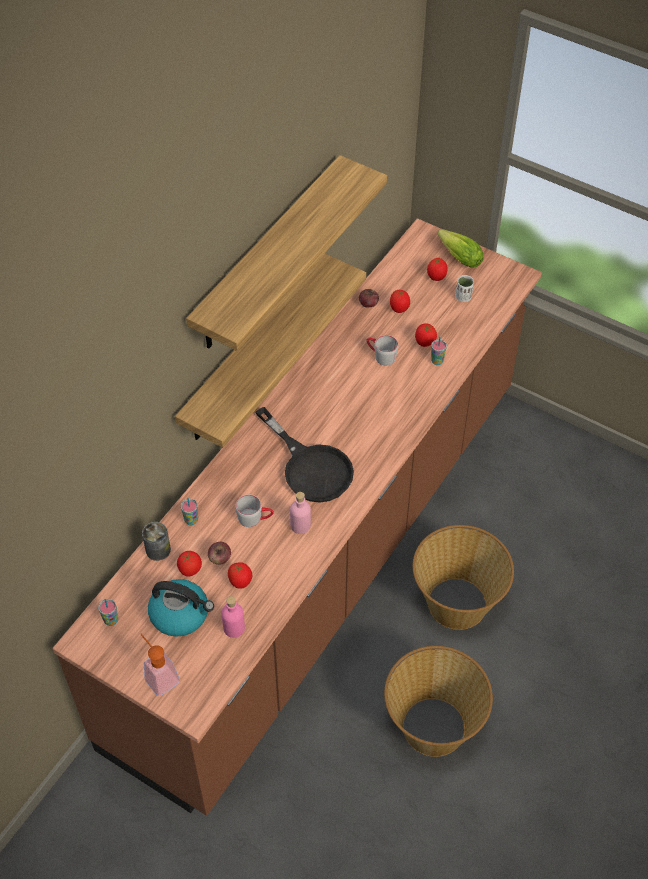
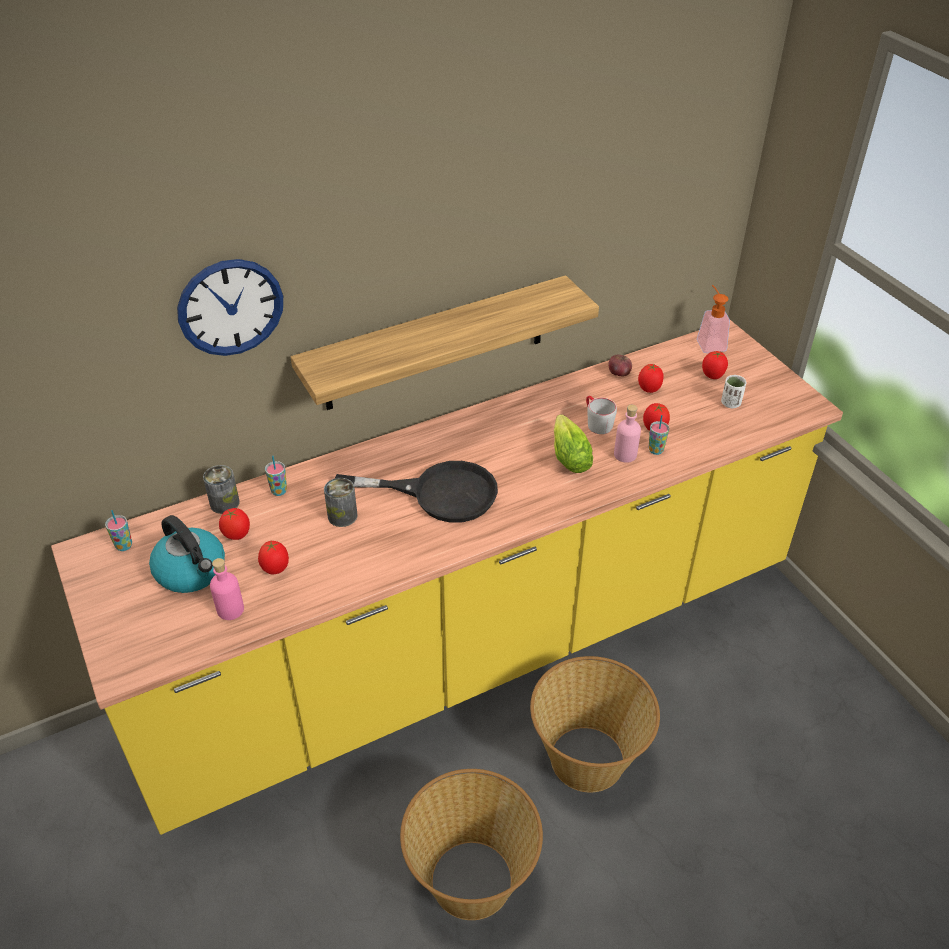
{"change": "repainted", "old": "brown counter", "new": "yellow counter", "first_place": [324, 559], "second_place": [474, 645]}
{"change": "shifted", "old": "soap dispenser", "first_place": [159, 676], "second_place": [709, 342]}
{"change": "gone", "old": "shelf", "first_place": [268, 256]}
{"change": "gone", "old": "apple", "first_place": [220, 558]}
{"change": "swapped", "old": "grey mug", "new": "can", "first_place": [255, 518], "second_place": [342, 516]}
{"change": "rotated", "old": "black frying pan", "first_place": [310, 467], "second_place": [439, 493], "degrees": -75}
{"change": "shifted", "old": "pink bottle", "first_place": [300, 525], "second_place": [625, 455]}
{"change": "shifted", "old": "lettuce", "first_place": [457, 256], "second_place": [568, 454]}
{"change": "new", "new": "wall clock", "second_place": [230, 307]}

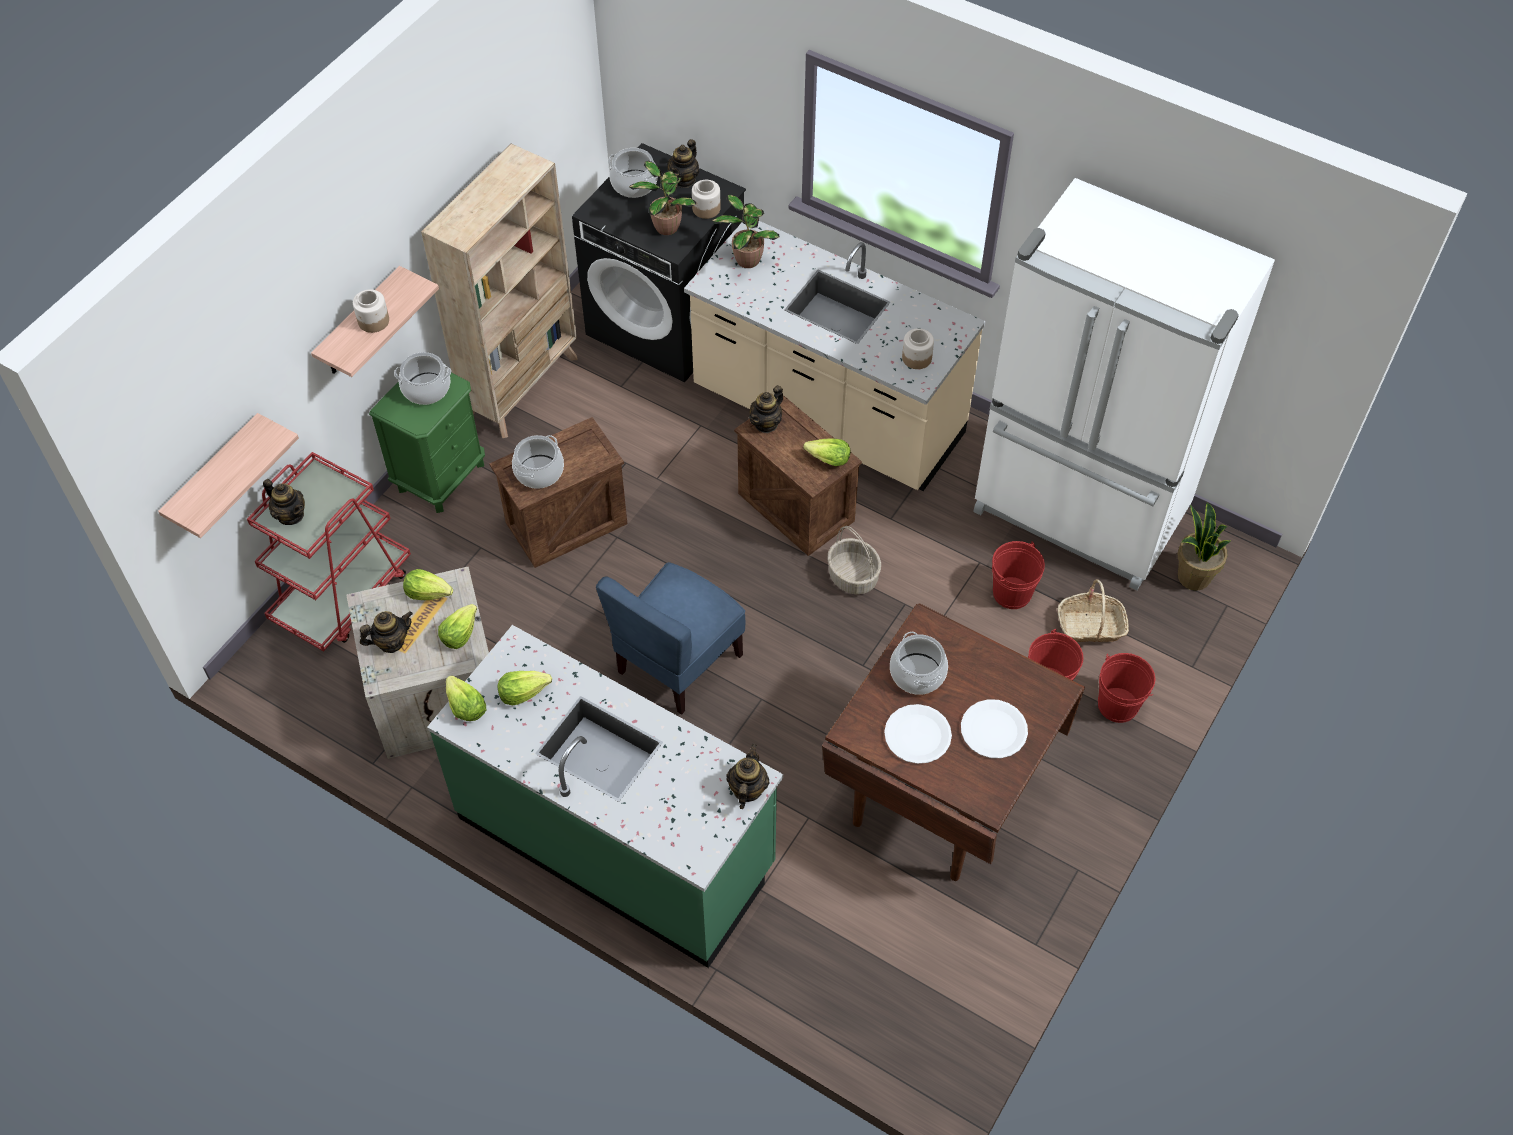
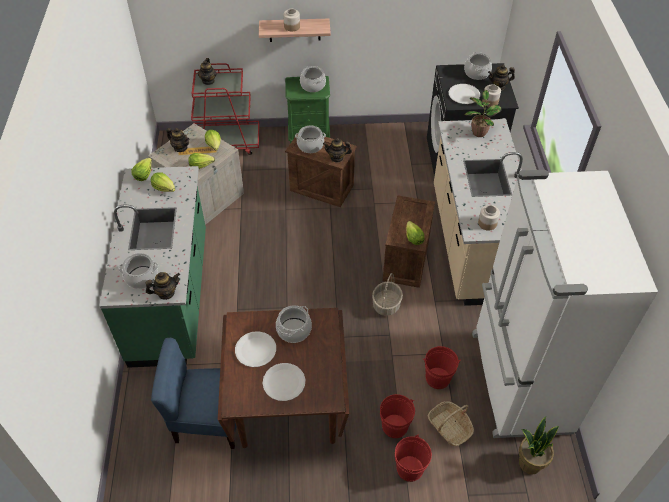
{"change": "gone", "old": "shelf", "first_place": [215, 476]}
{"change": "gone", "old": "beige bookcase", "first_place": [522, 386]}
{"change": "shifted", "old": "blue chair", "first_place": [678, 663], "second_place": [208, 420]}
{"change": "swapped", "old": "potted plant", "new": "white plate", "first_place": [665, 226], "second_place": [464, 95]}
{"change": "shifted", "old": "teapot", "first_place": [766, 423], "second_place": [337, 158]}
{"change": "new", "new": "cooking pot", "second_place": [142, 277]}

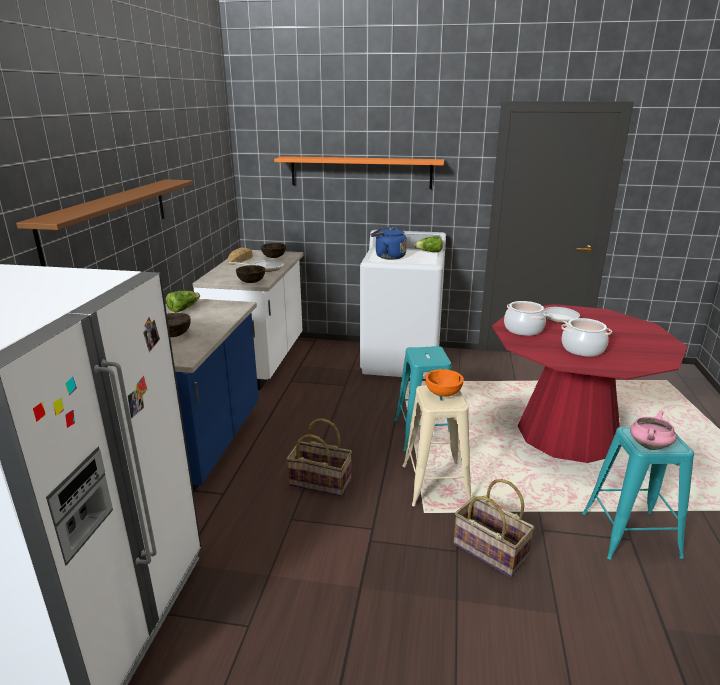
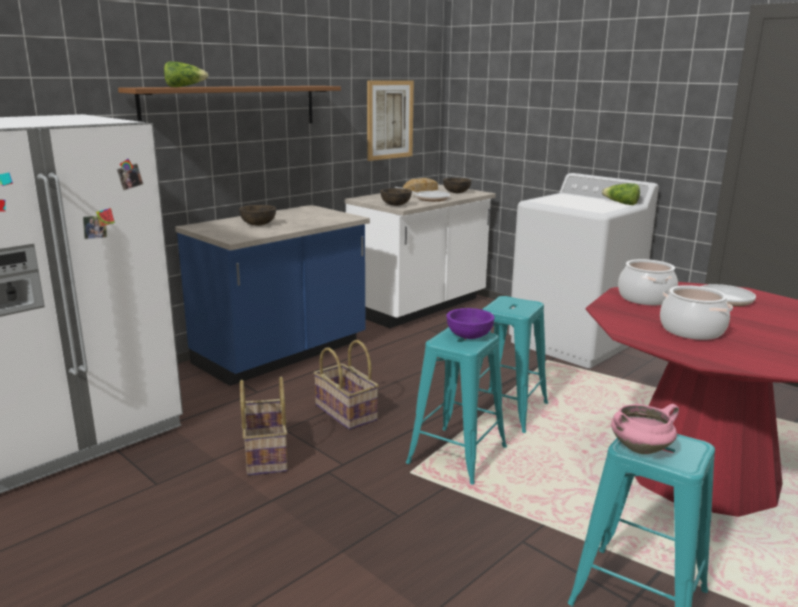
{"change": "shifted", "old": "lettuce", "first_place": [183, 309], "second_place": [184, 87]}
{"change": "gone", "old": "orange shelf", "first_place": [360, 172]}
{"change": "gone", "old": "blue kettle", "first_place": [388, 256]}
{"change": "repainted", "old": "beige stool", "new": "turquoise stool", "first_place": [436, 484], "second_place": [457, 455]}
{"change": "repainted", "old": "orange bowl", "new": "purple bowl", "first_place": [443, 393], "second_place": [469, 336]}
{"change": "shifted", "old": "basket", "first_place": [489, 551], "second_place": [265, 454]}
{"change": "new", "new": "picture", "second_place": [389, 120]}

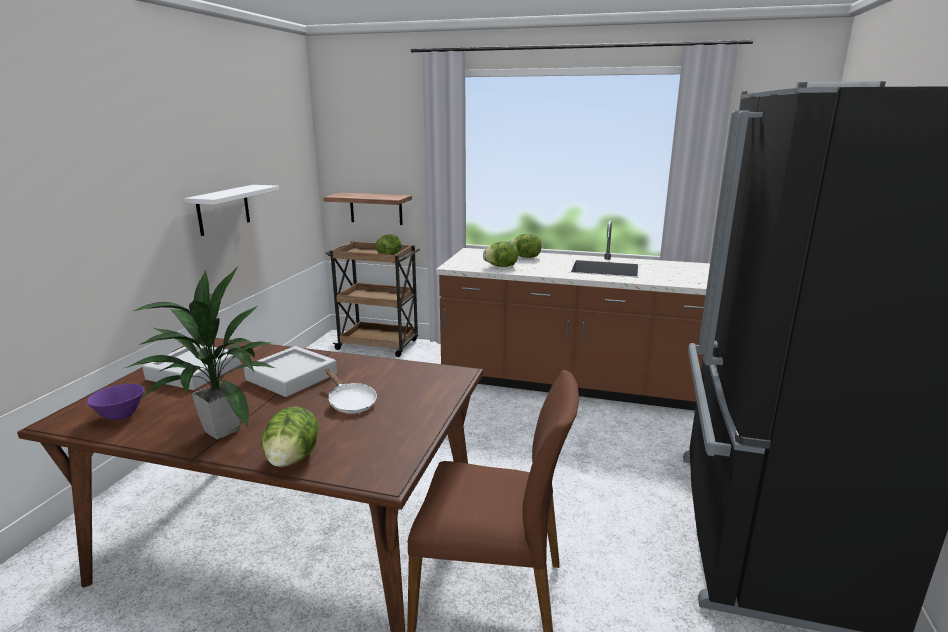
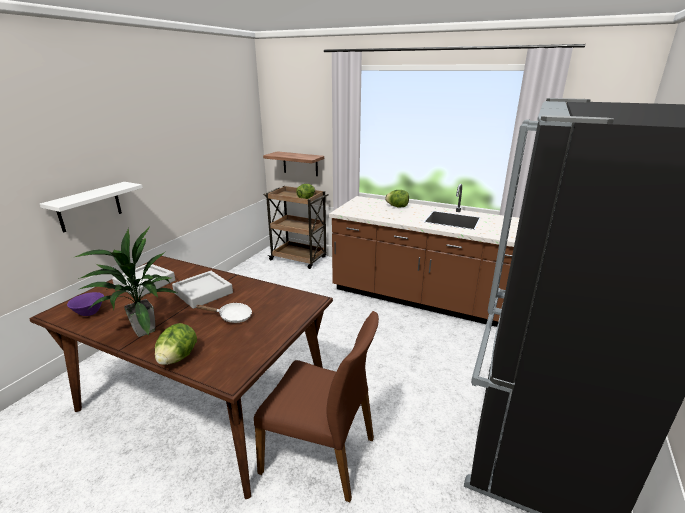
{"change": "shifted", "old": "white shelf", "first_place": [223, 209], "second_place": [89, 207]}
{"change": "rotated", "old": "white frying pan", "first_place": [350, 402], "second_place": [232, 317], "degrees": -60}
{"change": "gone", "old": "lettuce", "first_place": [501, 266]}

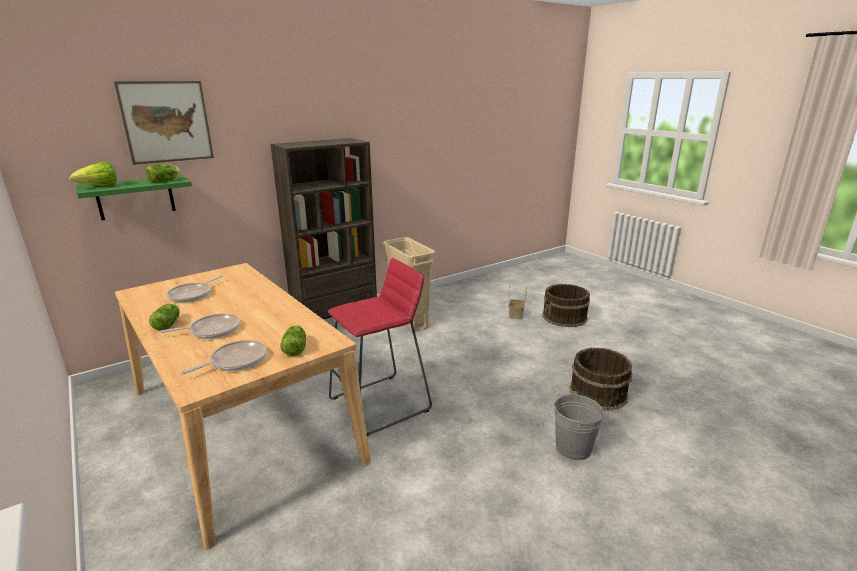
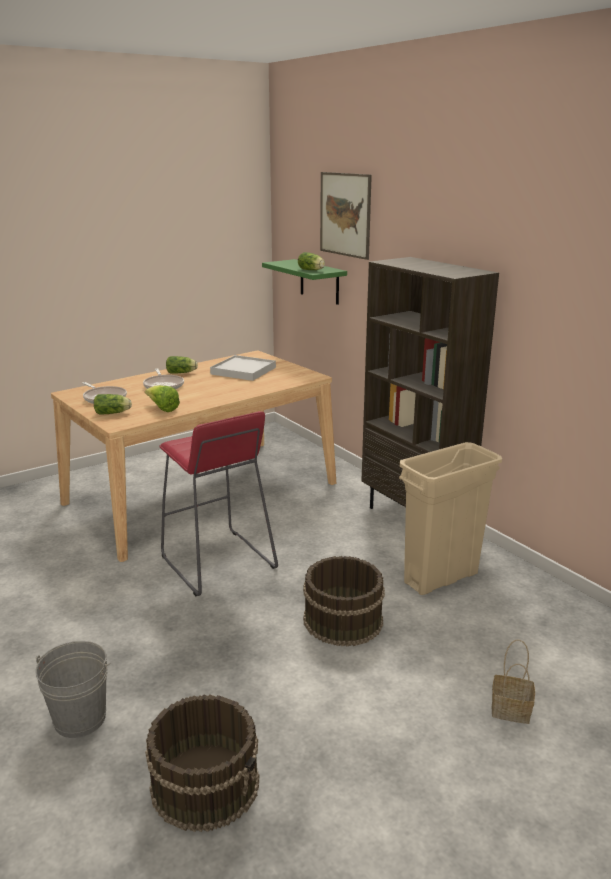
{"change": "shifted", "old": "lettuce", "first_place": [99, 187], "second_place": [162, 409]}
{"change": "swapped", "old": "frying pan", "new": "white tray", "first_place": [193, 294], "second_place": [243, 371]}
{"change": "shifted", "old": "brown bucket", "first_place": [564, 317], "second_place": [342, 620]}

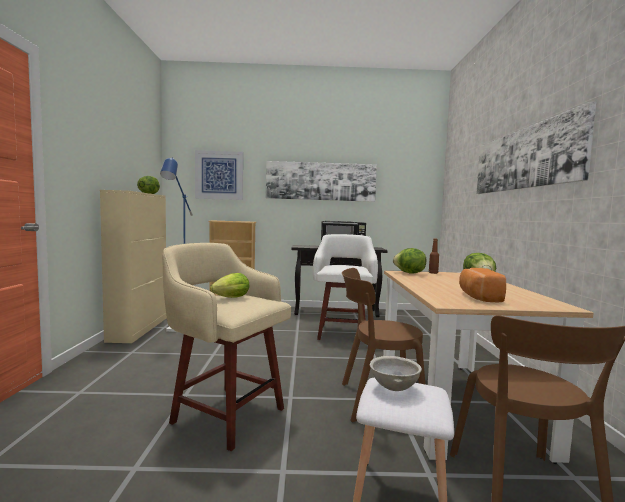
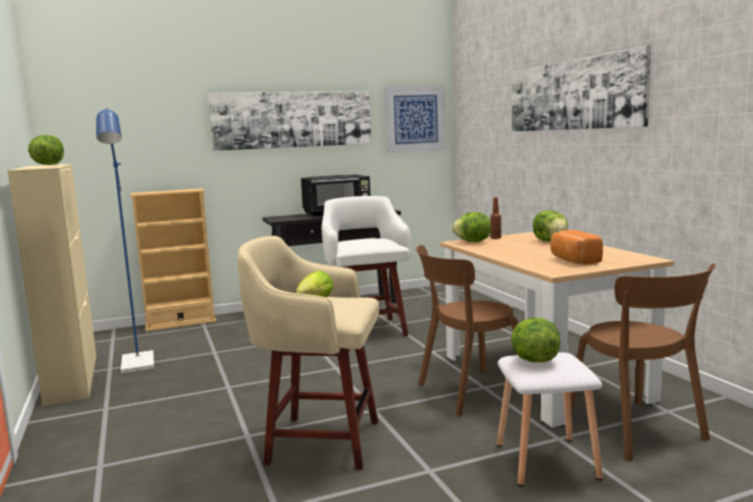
{"change": "shifted", "old": "picture", "first_place": [219, 175], "second_place": [415, 119]}
{"change": "swapped", "old": "grey bowl", "new": "lettuce", "first_place": [393, 388], "second_place": [533, 360]}

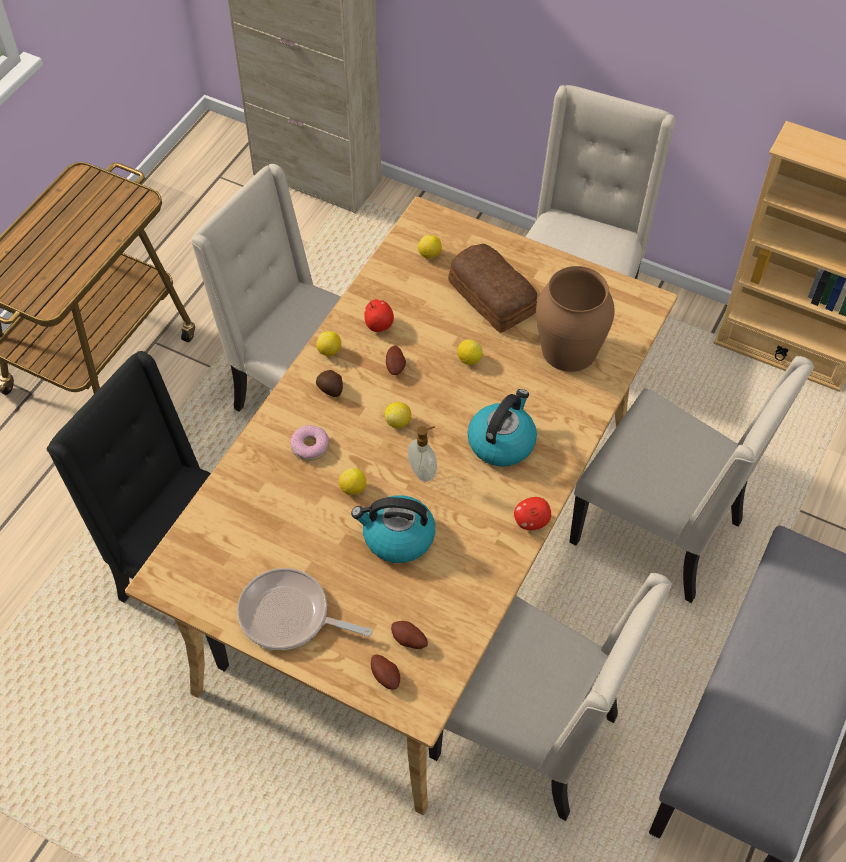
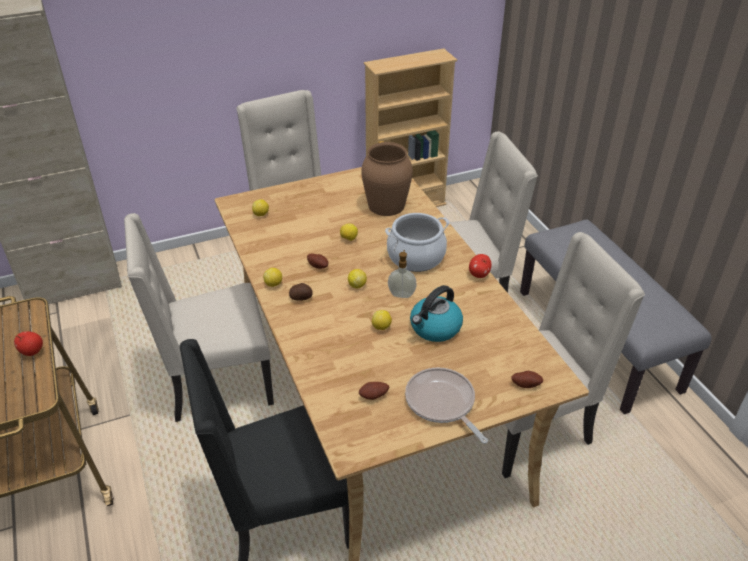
{"change": "rotated", "old": "frying pan", "first_place": [289, 616], "second_place": [442, 403], "degrees": 90}
{"change": "gone", "old": "donut", "first_place": [309, 446]}
{"change": "shifted", "old": "apple", "first_place": [379, 325], "second_place": [32, 351]}
{"change": "shifted", "old": "potato", "first_place": [408, 641], "second_place": [374, 396]}
{"change": "gone", "old": "bread", "first_place": [492, 296]}
{"change": "swapped", "old": "kettle", "new": "cooking pot", "first_place": [501, 442], "second_place": [416, 257]}

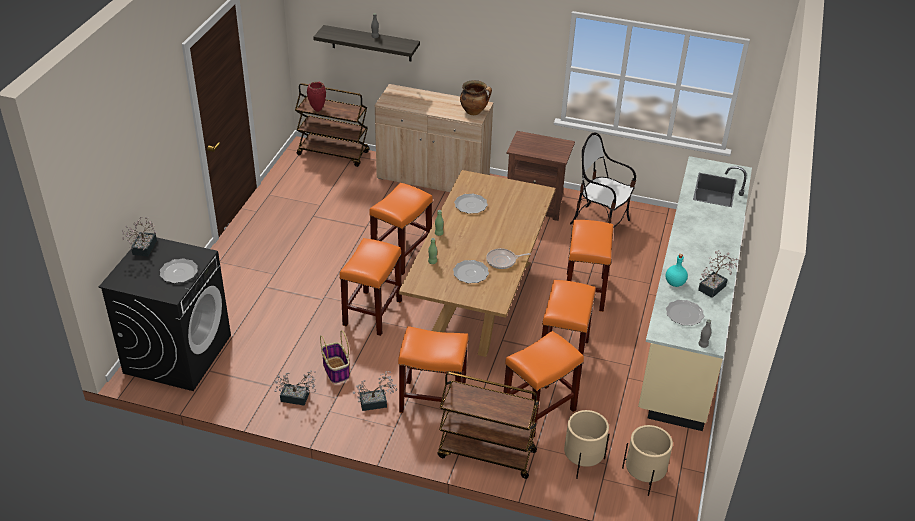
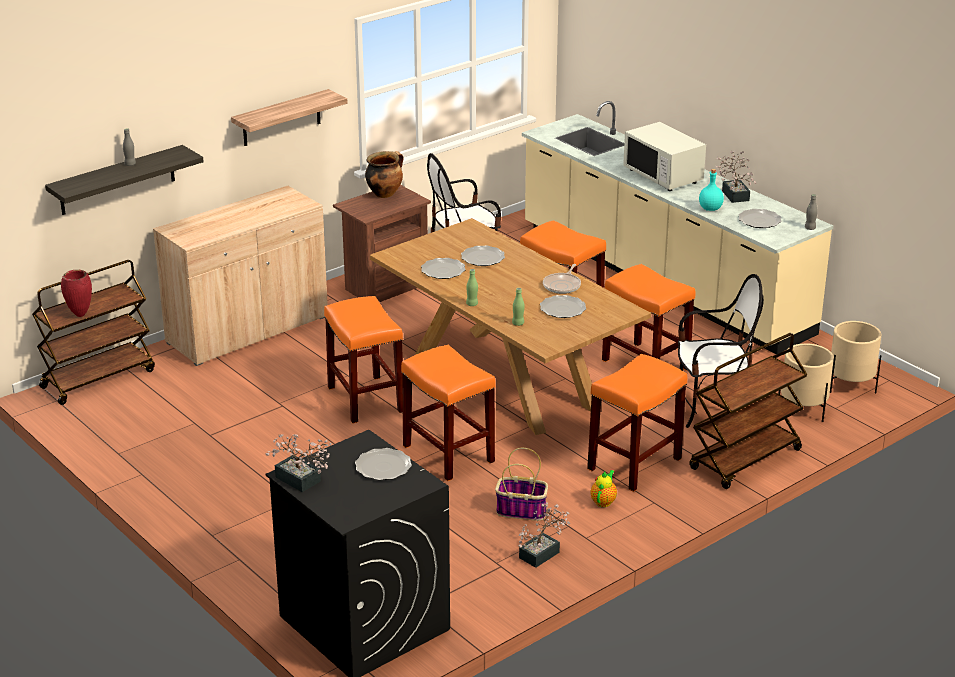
{"change": "swapped", "old": "potted plant", "new": "teapot", "first_place": [376, 403], "second_place": [604, 501]}
{"change": "shifted", "old": "cooking pot", "first_place": [474, 112], "second_place": [385, 193]}
{"change": "swapped", "old": "orange stool", "new": "chair", "first_place": [538, 411], "second_place": [712, 408]}
{"change": "new", "new": "shelf", "second_place": [281, 118]}
{"change": "new", "new": "plate", "second_place": [482, 258]}
{"change": "new", "new": "white microwave", "second_place": [663, 176]}

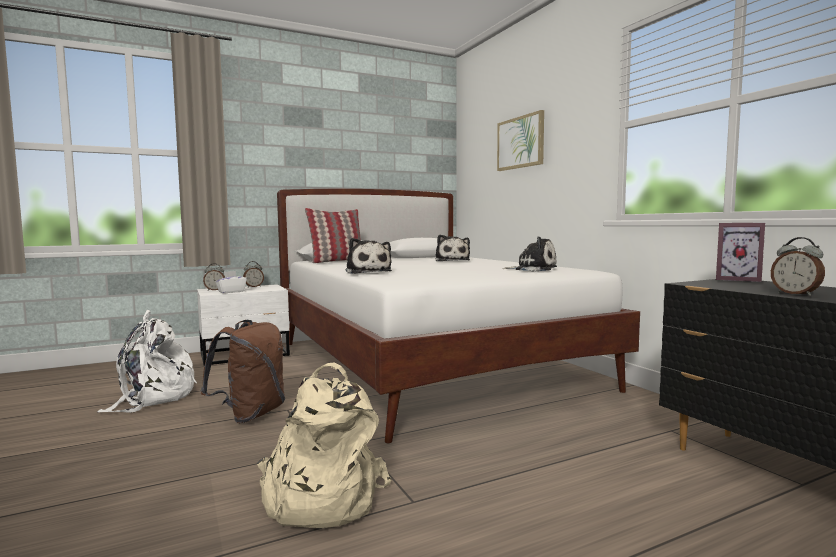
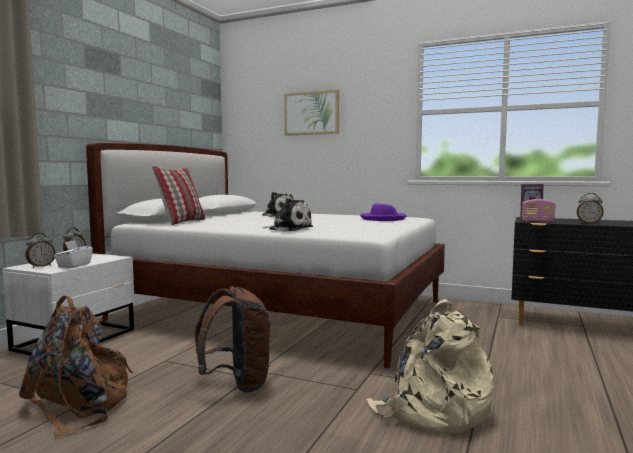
{"change": "repainted", "old": "white backpack", "new": "brown backpack", "first_place": [152, 397], "second_place": [80, 404]}
{"change": "swapped", "old": "plush toy", "new": "purple hat", "first_place": [533, 269], "second_place": [383, 219]}
{"change": "new", "new": "radio", "second_place": [537, 221]}

